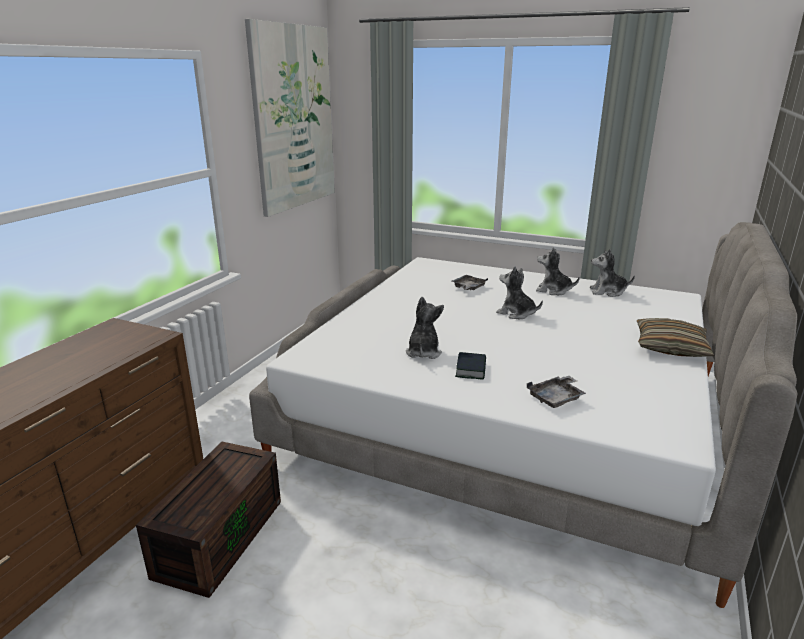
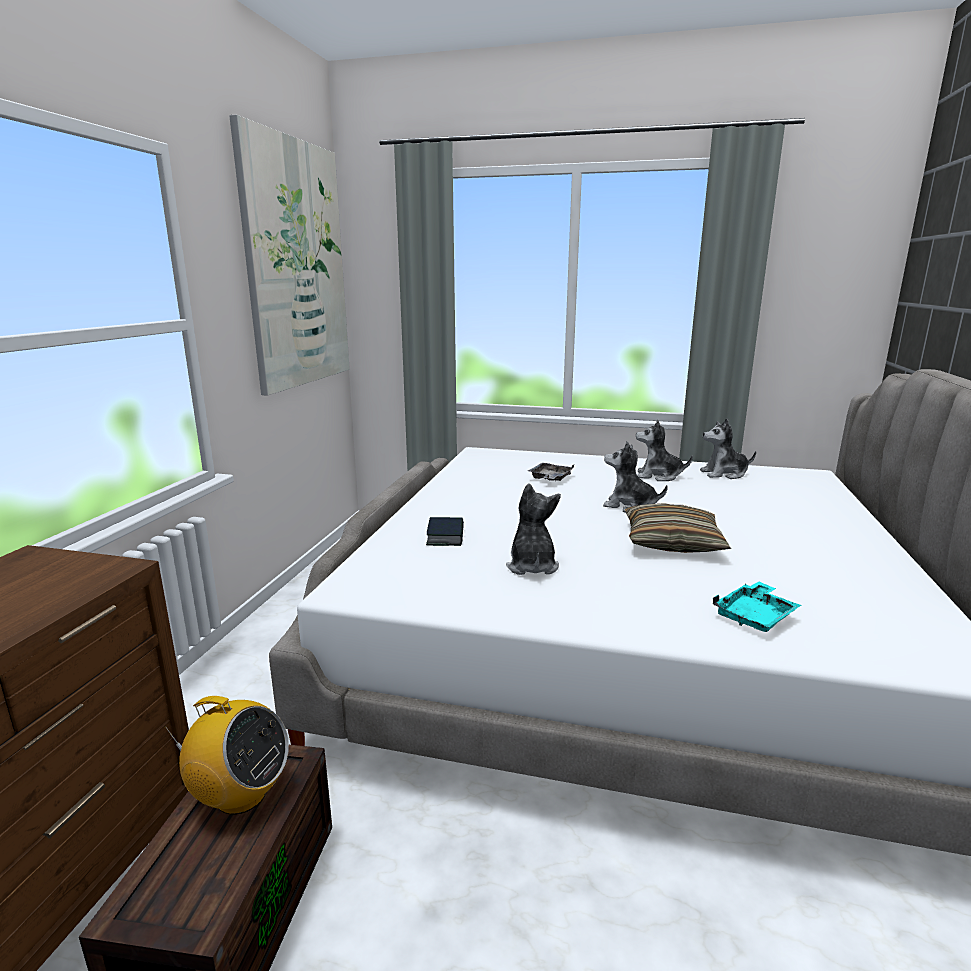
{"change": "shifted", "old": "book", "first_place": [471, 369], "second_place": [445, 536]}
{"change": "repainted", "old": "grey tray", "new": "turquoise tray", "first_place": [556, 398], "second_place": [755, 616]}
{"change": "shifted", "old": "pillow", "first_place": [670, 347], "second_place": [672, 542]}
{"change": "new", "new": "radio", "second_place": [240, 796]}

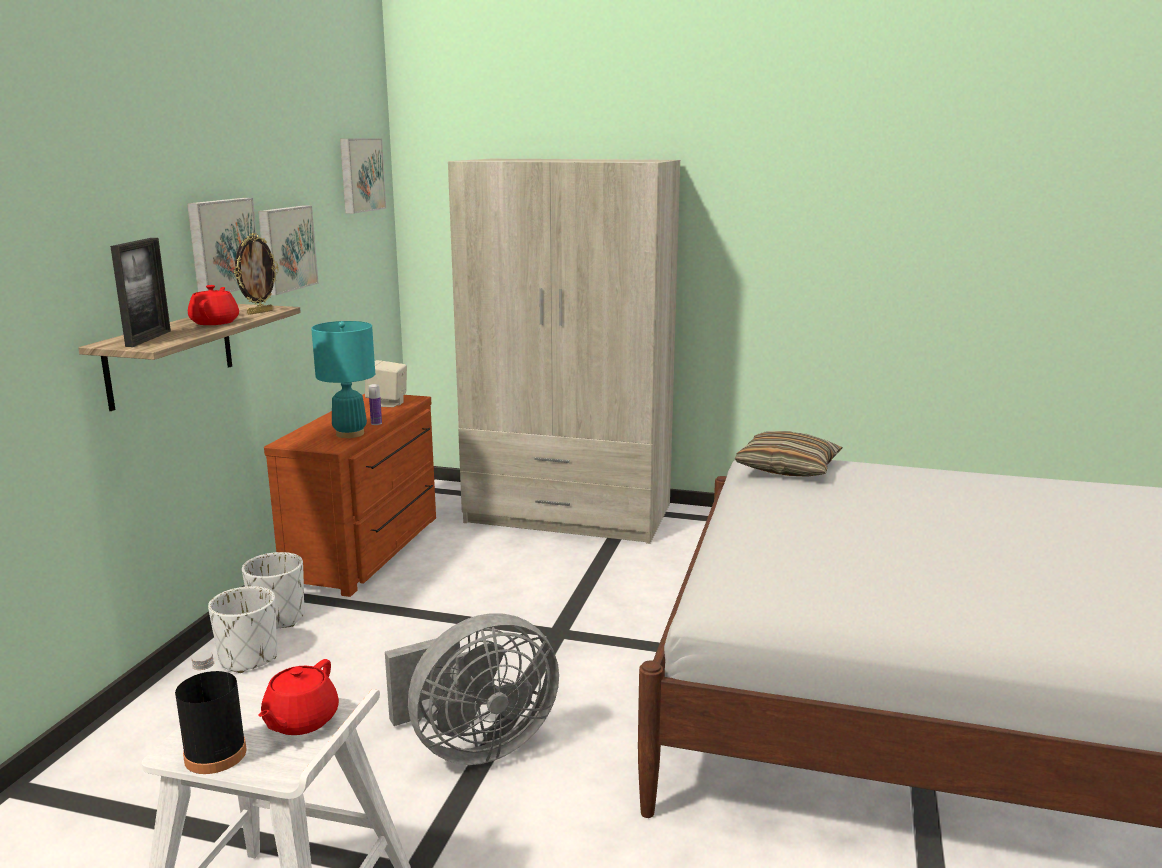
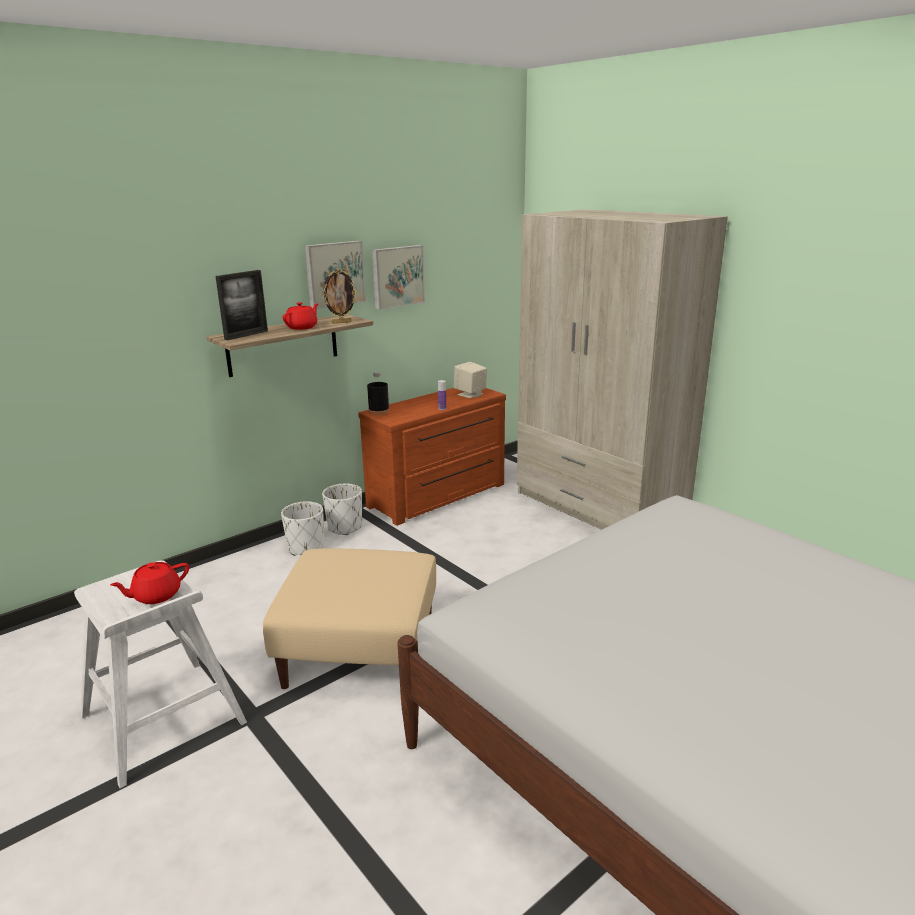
{"change": "shifted", "old": "black bottle", "first_place": [215, 755], "second_place": [379, 411]}
{"change": "gone", "old": "turquoise table lamp", "first_place": [349, 434]}
{"change": "gone", "old": "picture", "first_place": [360, 175]}
{"change": "swapped", "old": "grey fan", "new": "beige ottoman", "first_place": [474, 746], "second_place": [362, 652]}
{"change": "gone", "old": "pillow", "first_place": [787, 468]}

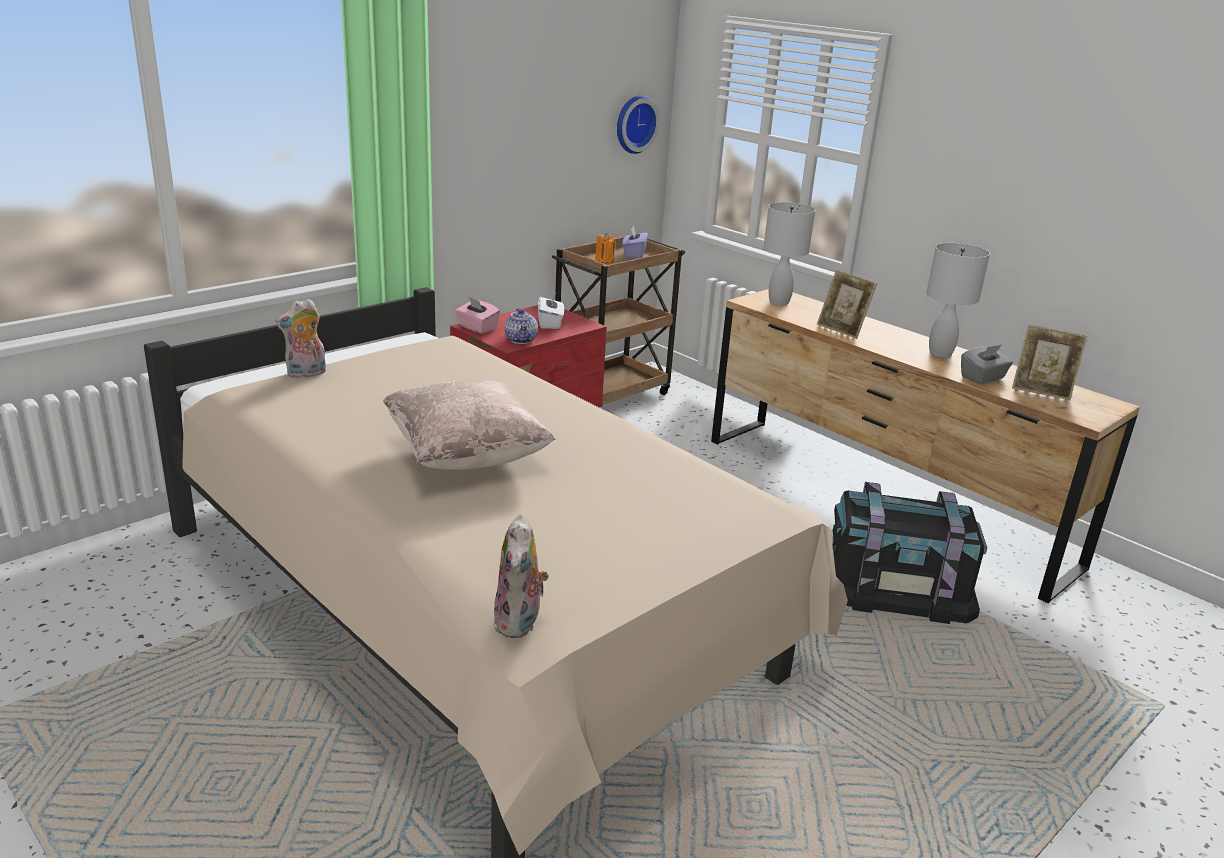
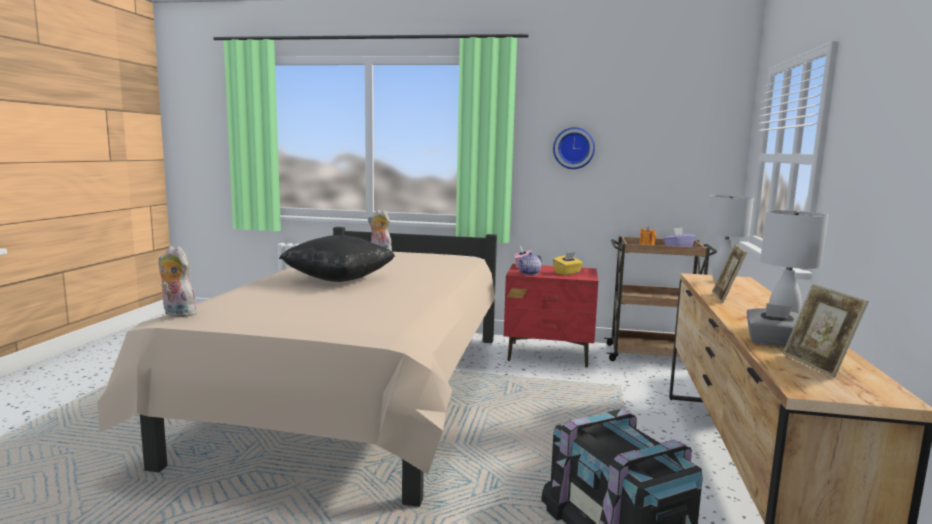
{"change": "repainted", "old": "beige pillow", "new": "black pillow", "first_place": [466, 456], "second_place": [339, 279]}
{"change": "rotated", "old": "plush toy", "first_place": [520, 622], "second_place": [176, 314], "degrees": 60}
{"change": "repainted", "old": "white tissue box", "new": "yellow tissue box", "first_place": [550, 323], "second_place": [567, 273]}
{"change": "shifted", "old": "wall clock", "first_place": [634, 123], "second_place": [573, 148]}

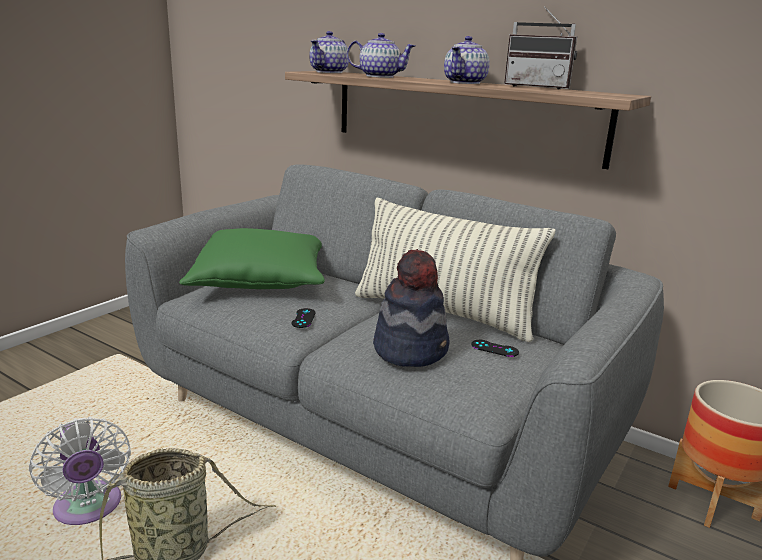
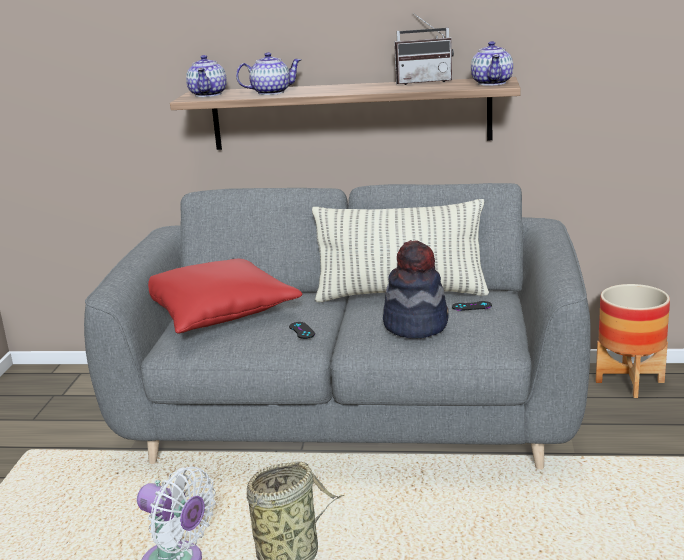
{"change": "repainted", "old": "green pillow", "new": "red pillow", "first_place": [262, 279], "second_place": [218, 313]}
{"change": "shifted", "old": "teapot", "first_place": [465, 83], "second_place": [492, 83]}

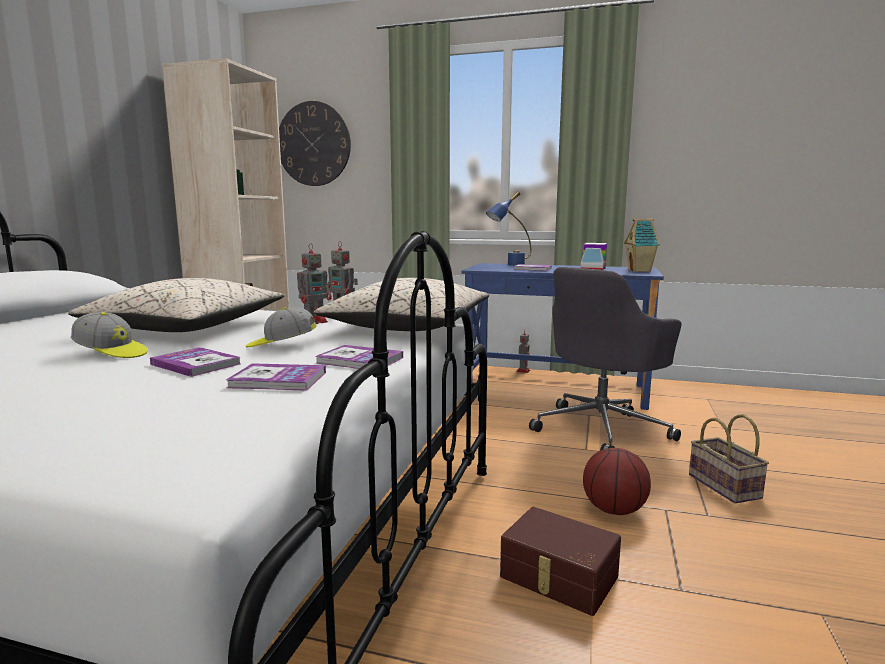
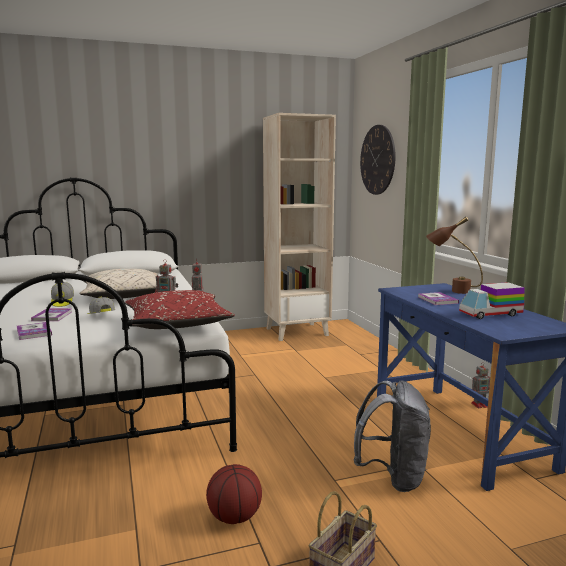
{"change": "repainted", "old": "beige pillow", "new": "red pillow", "first_place": [408, 327], "second_place": [177, 324]}
{"change": "gone", "old": "book", "first_place": [360, 360]}
{"change": "repainted", "old": "blue table lamp", "new": "brown table lamp", "first_place": [509, 265], "second_place": [451, 290]}
{"change": "gone", "old": "brown storage box", "first_place": [558, 578]}
{"change": "swapped", "old": "grey office chair", "new": "grey backpack", "first_place": [602, 429], "second_place": [393, 477]}
{"change": "gone", "old": "toy house", "first_place": [640, 270]}

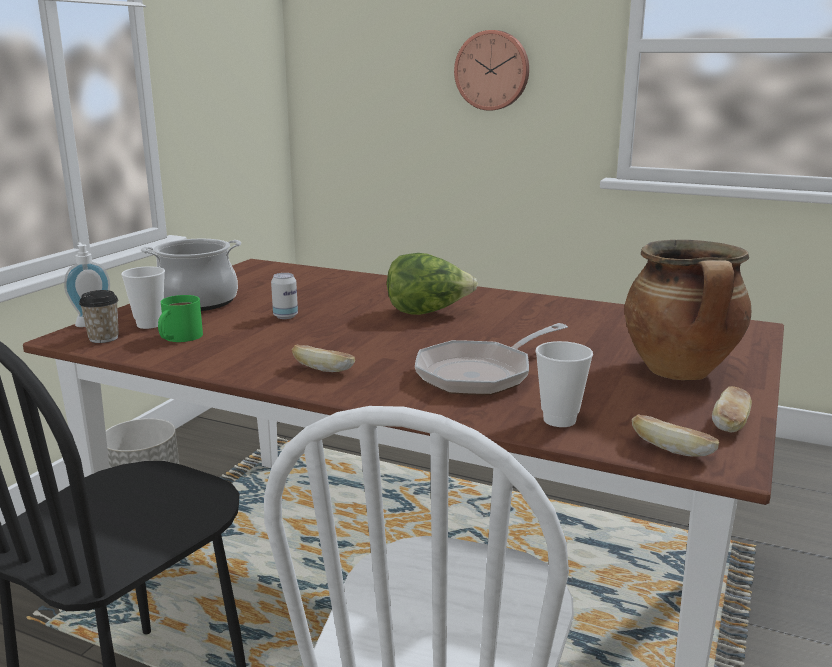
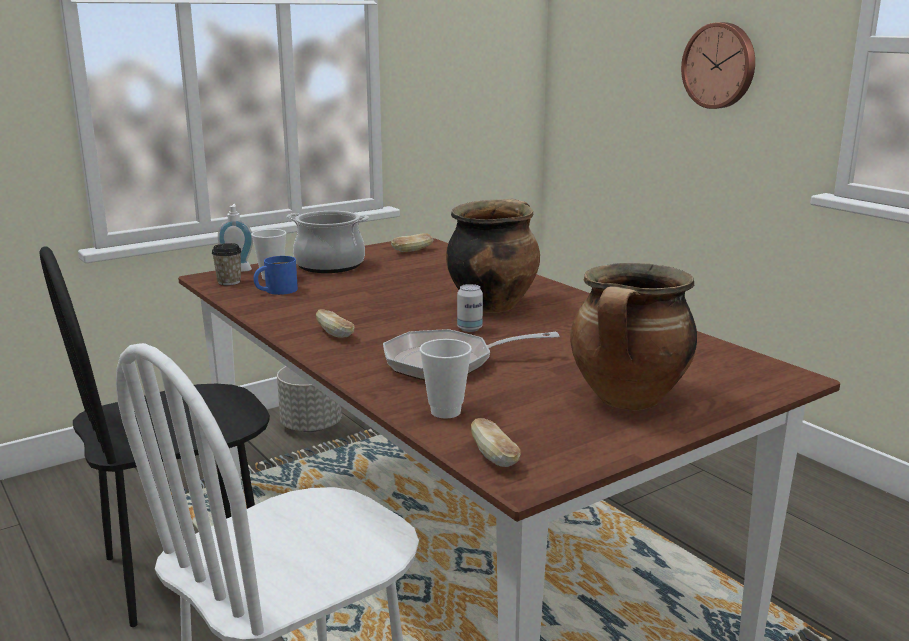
{"change": "repainted", "old": "green mug", "new": "blue mug", "first_place": [178, 338], "second_place": [275, 291]}
{"change": "shifted", "old": "can", "first_place": [285, 316], "second_place": [469, 328]}
{"change": "swapped", "old": "lettuce", "new": "cooking pot", "first_place": [427, 312], "second_place": [492, 304]}
{"change": "shifted", "old": "bread", "first_place": [730, 424], "second_place": [412, 251]}

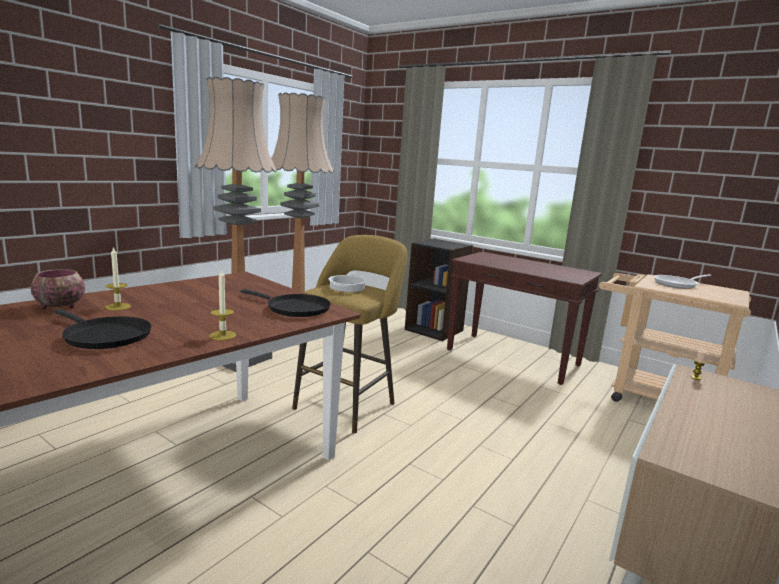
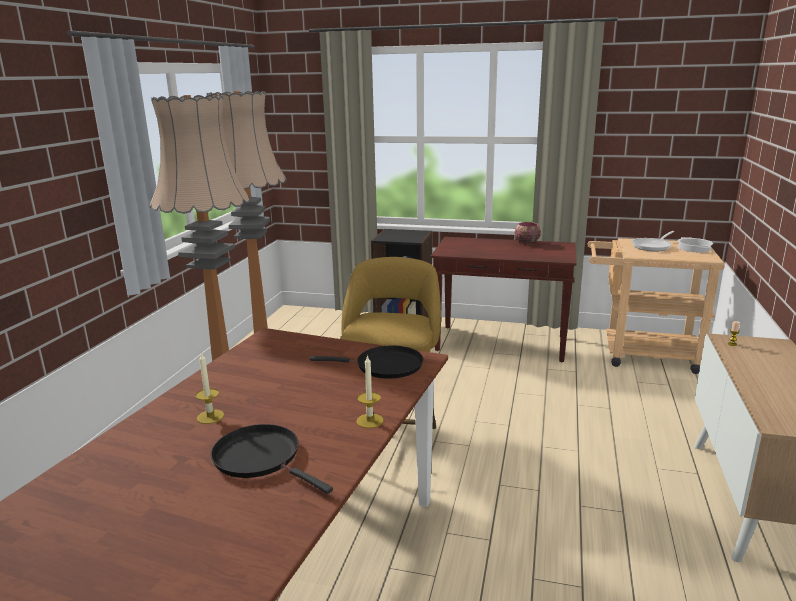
{"change": "shifted", "old": "bowl", "first_place": [60, 306], "second_place": [526, 243]}
{"change": "rotated", "old": "black frying pan", "first_place": [104, 336], "second_place": [261, 458], "degrees": -150}
{"change": "shifted", "old": "cooking pot", "first_place": [347, 287], "second_place": [693, 248]}

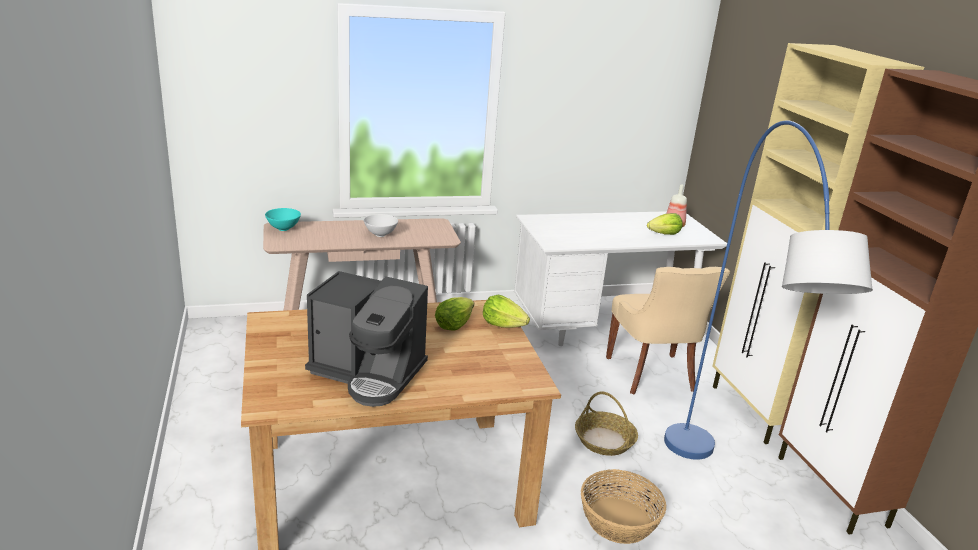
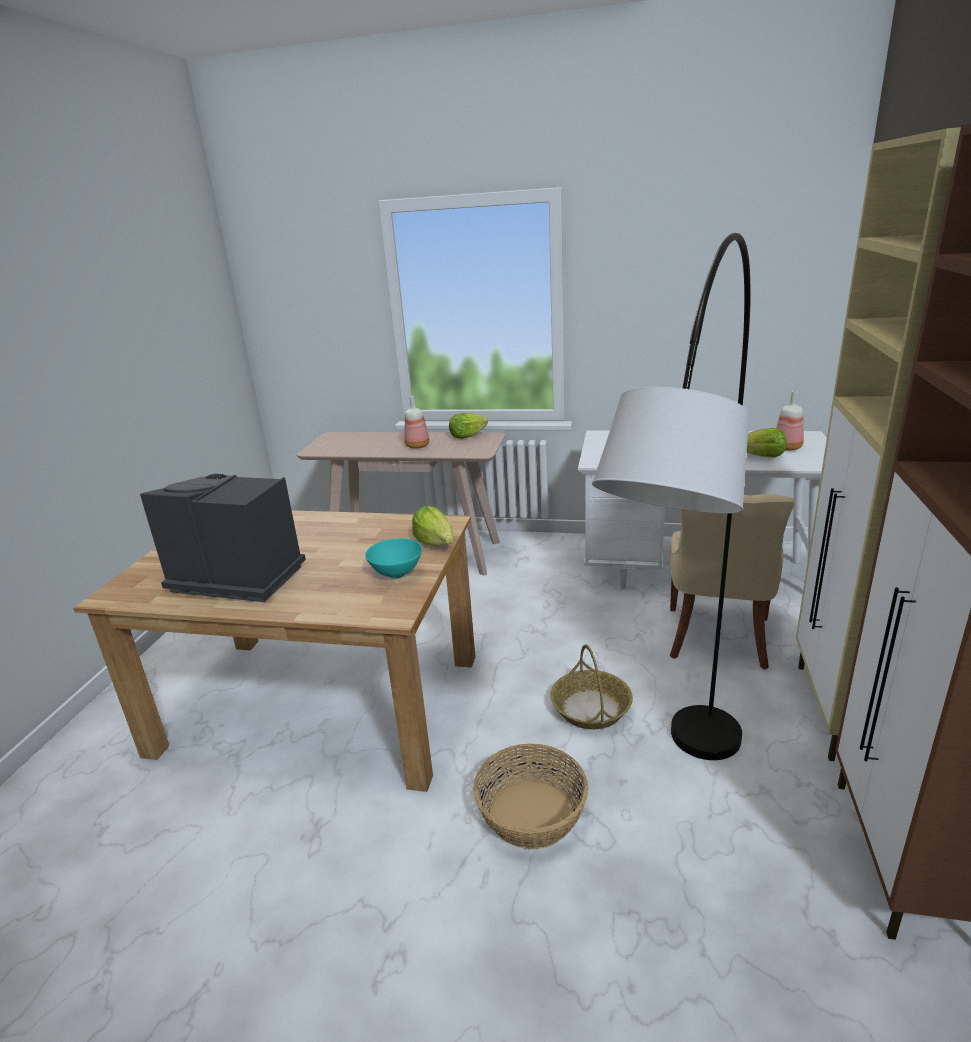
{"change": "shifted", "old": "turquoise bowl", "first_place": [283, 229], "second_place": [397, 574]}
{"change": "rotated", "old": "coffee machine", "first_place": [368, 373], "second_place": [237, 577], "degrees": 150}
{"change": "swapped", "old": "white bowl", "new": "bottle", "first_place": [380, 234], "second_place": [418, 446]}
{"change": "shifted", "old": "lettuce", "first_place": [453, 325], "second_place": [467, 436]}
{"change": "repainted", "old": "blue floor lamp", "new": "grey floor lamp", "first_place": [713, 508], "second_place": [677, 833]}

